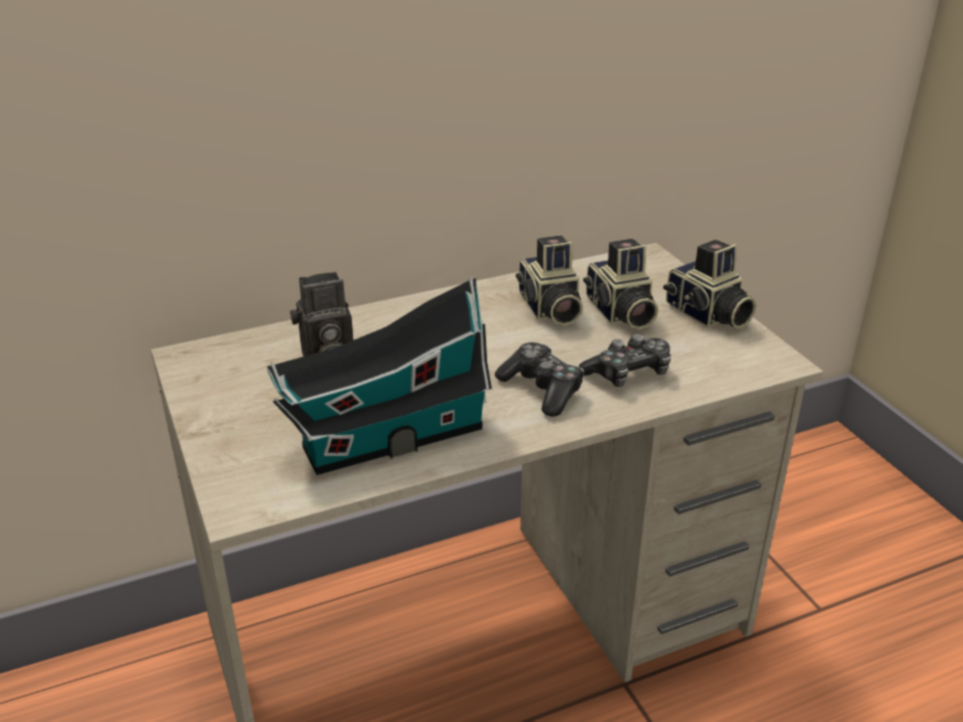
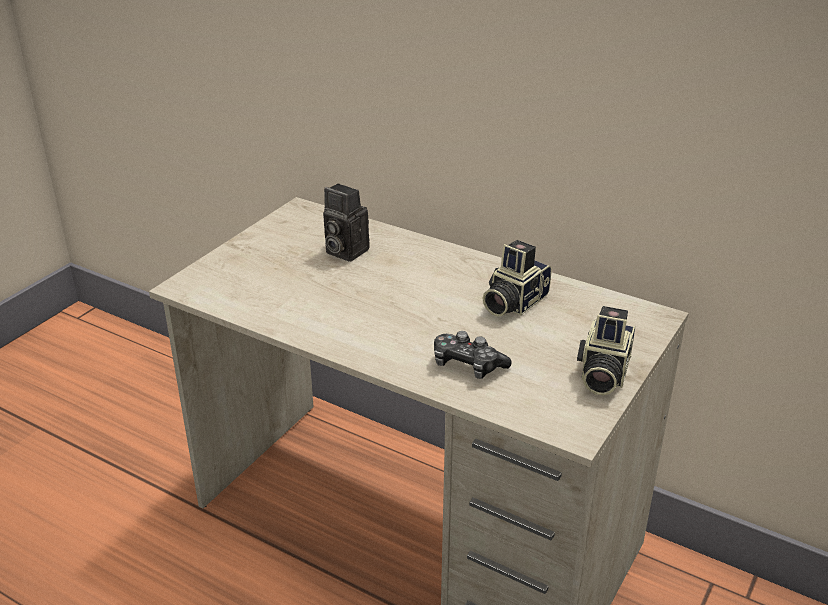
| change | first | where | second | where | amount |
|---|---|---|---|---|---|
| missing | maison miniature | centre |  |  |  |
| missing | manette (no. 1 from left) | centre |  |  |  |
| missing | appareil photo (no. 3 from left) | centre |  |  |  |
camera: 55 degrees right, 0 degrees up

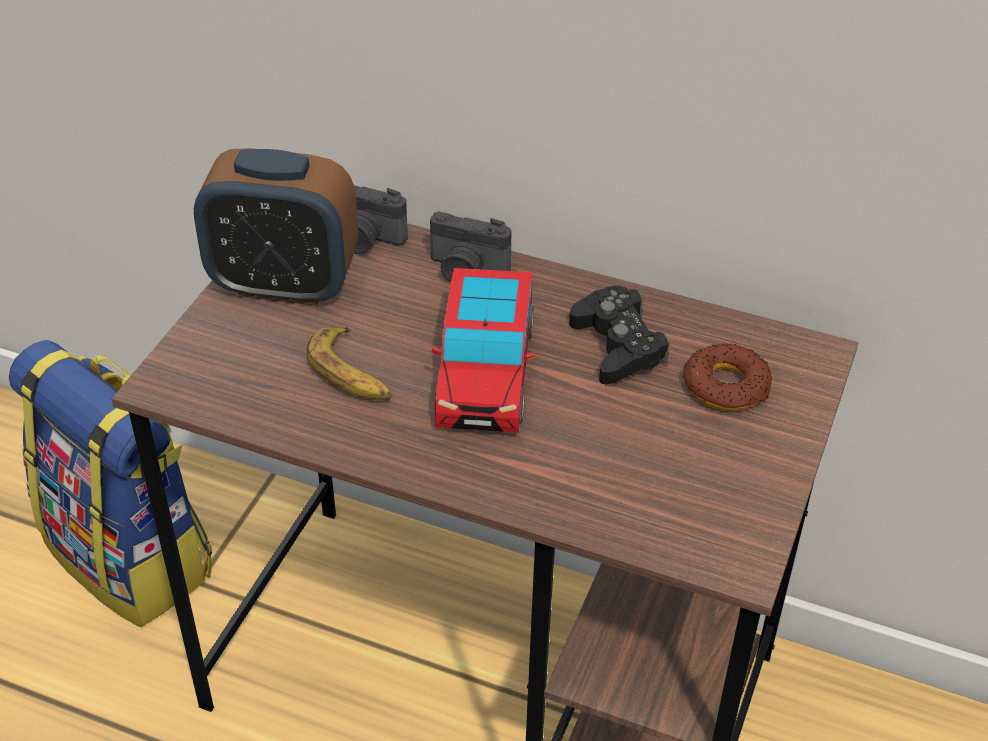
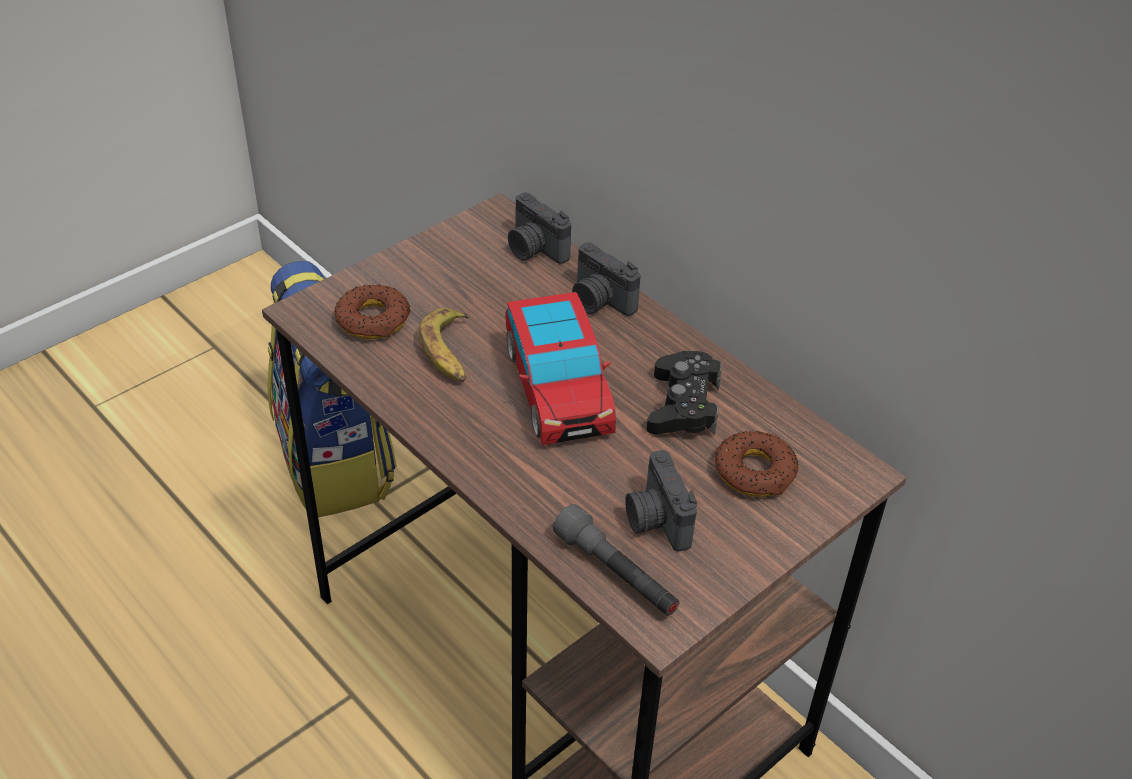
| change | first | where | second | where | amount |
|---|---|---|---|---|---|
| missing | réveil | top left |  |  |  |
| appeared |  |  | beignet (no. 1 from left) | middle left |  |
| appeared |  |  | lampe de poche (gris) | bottom centre |  |
| appeared |  |  | appareil photo (no. 3 from left) | centre |  |
| spun | petite voiture | centre |  | centre | 45 degrees counterclockwise |
camera: 25 degrees right, 0 degrees up

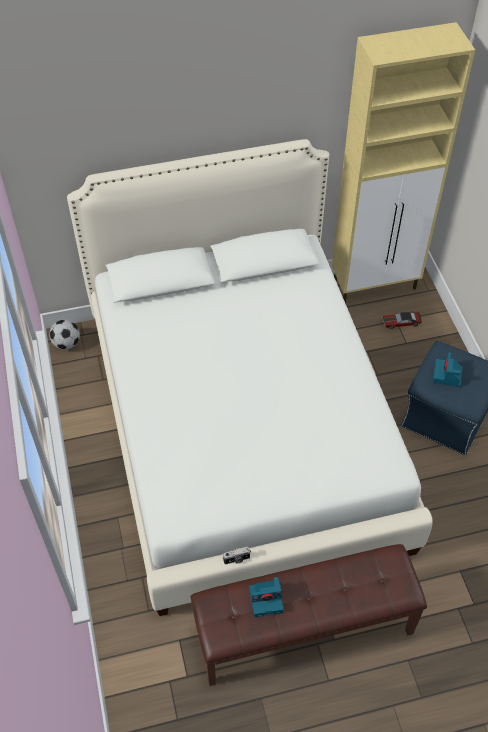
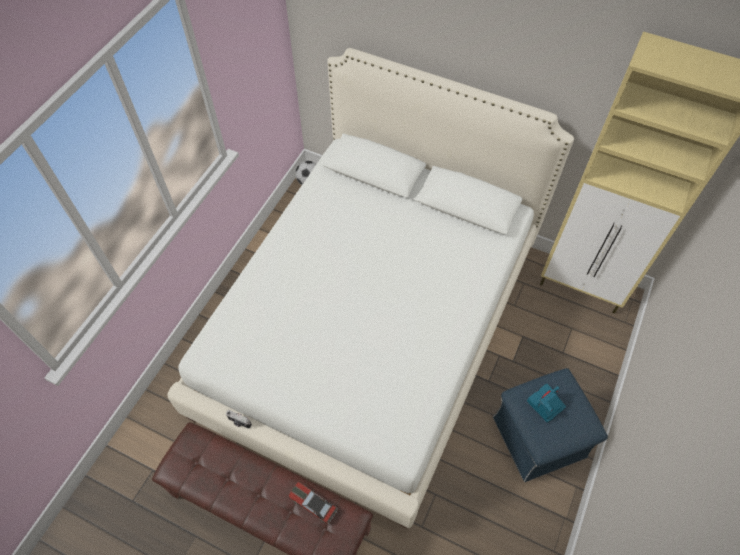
| change | first | where | second | where | amount |
|---|---|---|---|---|---|
| missing | appareil photo (no. 2 from left) | bottom centre |  |  |  |
| relocated | petite voiture | middle right |  | bottom centre |  |
camera: 40 degrees right, 5 degrees up

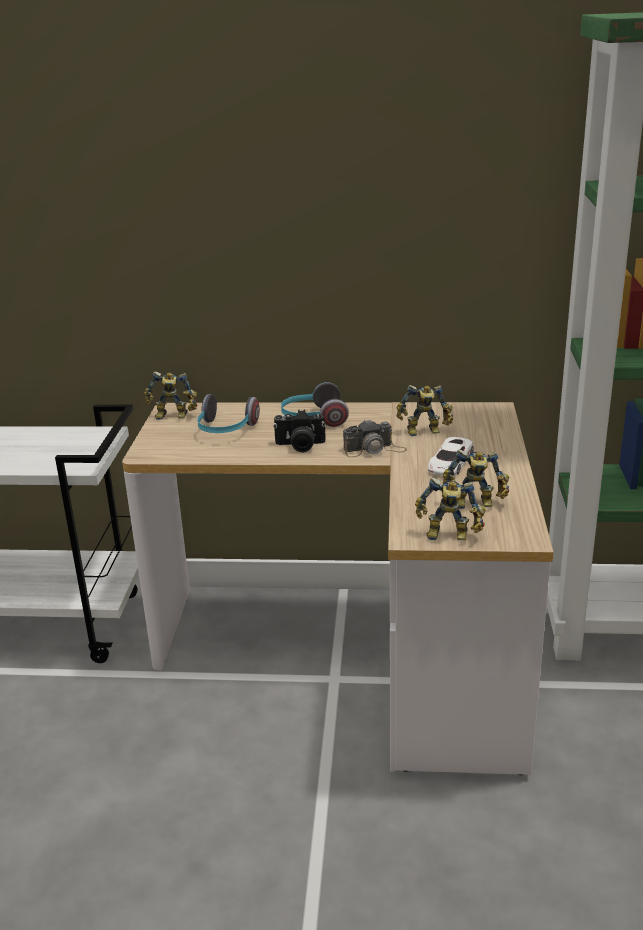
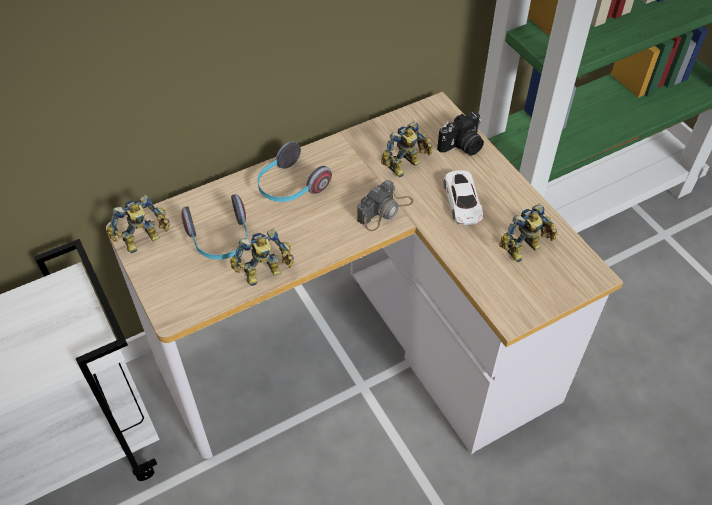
| change | first | where | second | where | amount |
|---|---|---|---|---|---|
| relocated | appareil photo (no. 1 from left in the first image) | centre | appareil photo (no. 2 from left) | top centre |  |
| relocated | robot jouet (no. 3 from left in the first image) | middle right | robot jouet (no. 2 from left) | centre |  |
camera: 35 degrees left, 25 degrees up

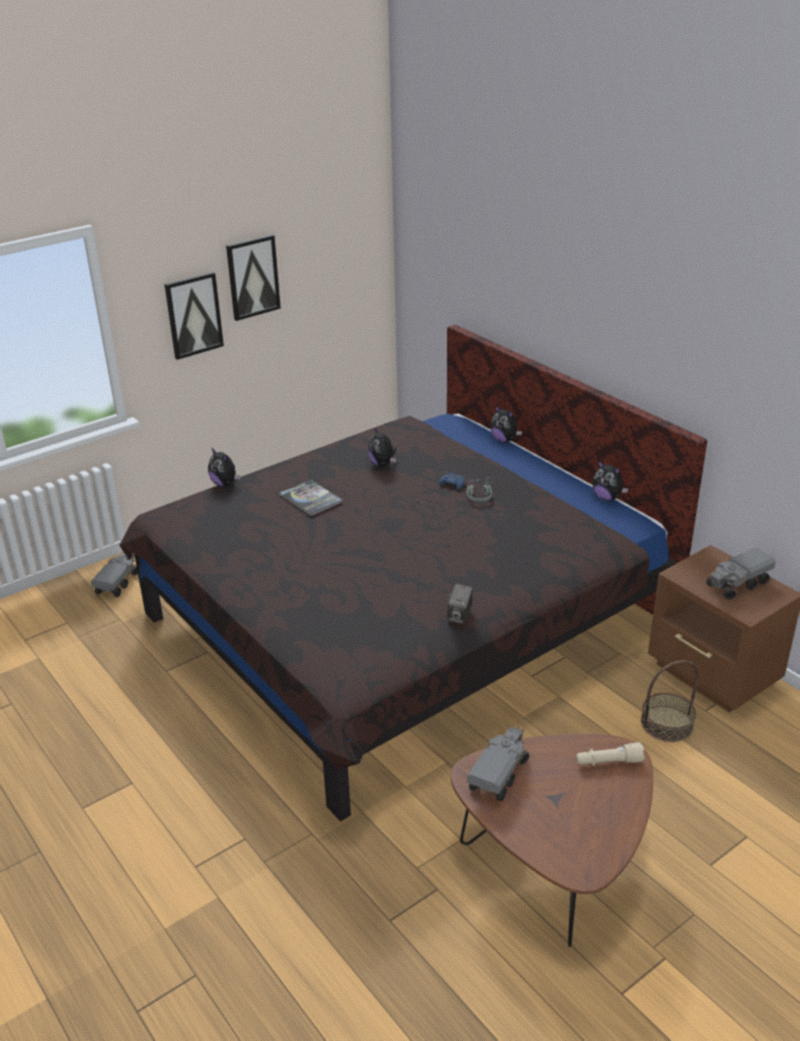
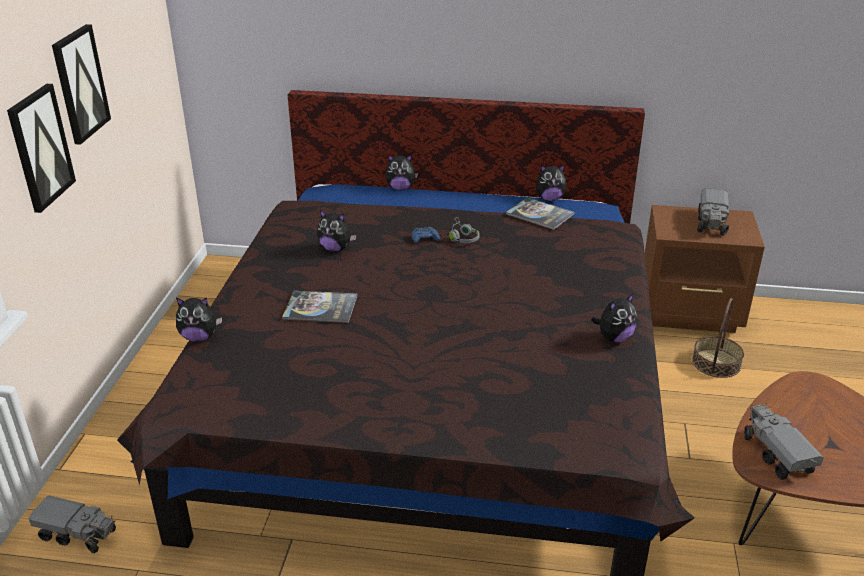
| change | first | where | second | where | amount |
|---|---|---|---|---|---|
| missing | lampe de poche (beige) | bottom right |  |  |  |
| appeared |  |  | livre (no. 2 from left) | centre |  |
| exchanged | appareil photo | centre | peluche (no. 5 from left) | middle right |  |
| spun | camion jouet (no. 1 from left) | middle left |  | bottom left | 135 degrees clockwise |
camera: 45 degrees left, 0 degrees up

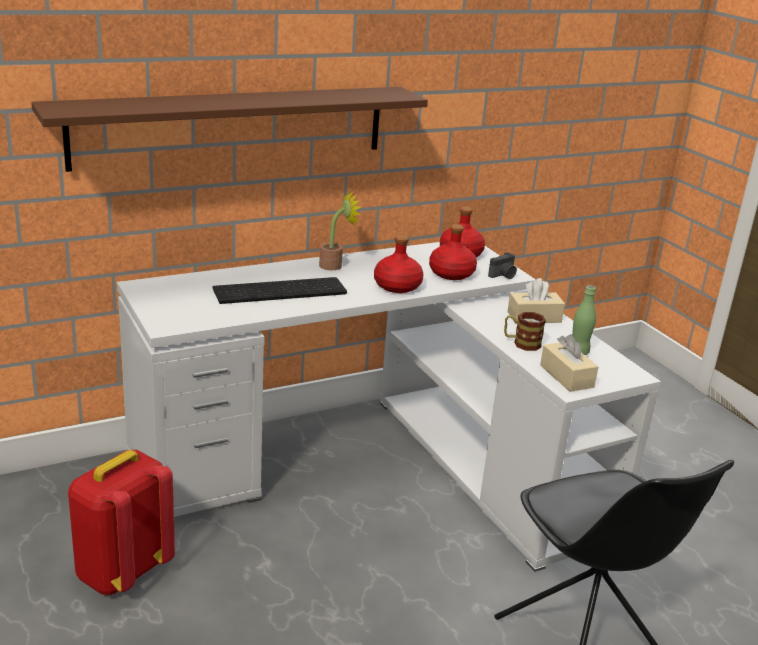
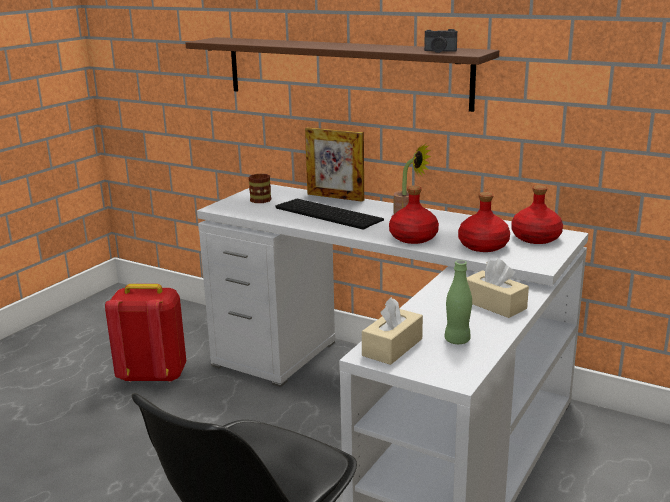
| change | first | where | second | where | amount |
|---|---|---|---|---|---|
| appeared |  |  | cadre photo | top centre |  |
| relocated | appareil photo | centre |  | top centre |  |
| relocated | mug | middle right |  | centre |  |
camera: 60 degrees right, 5 degrees down

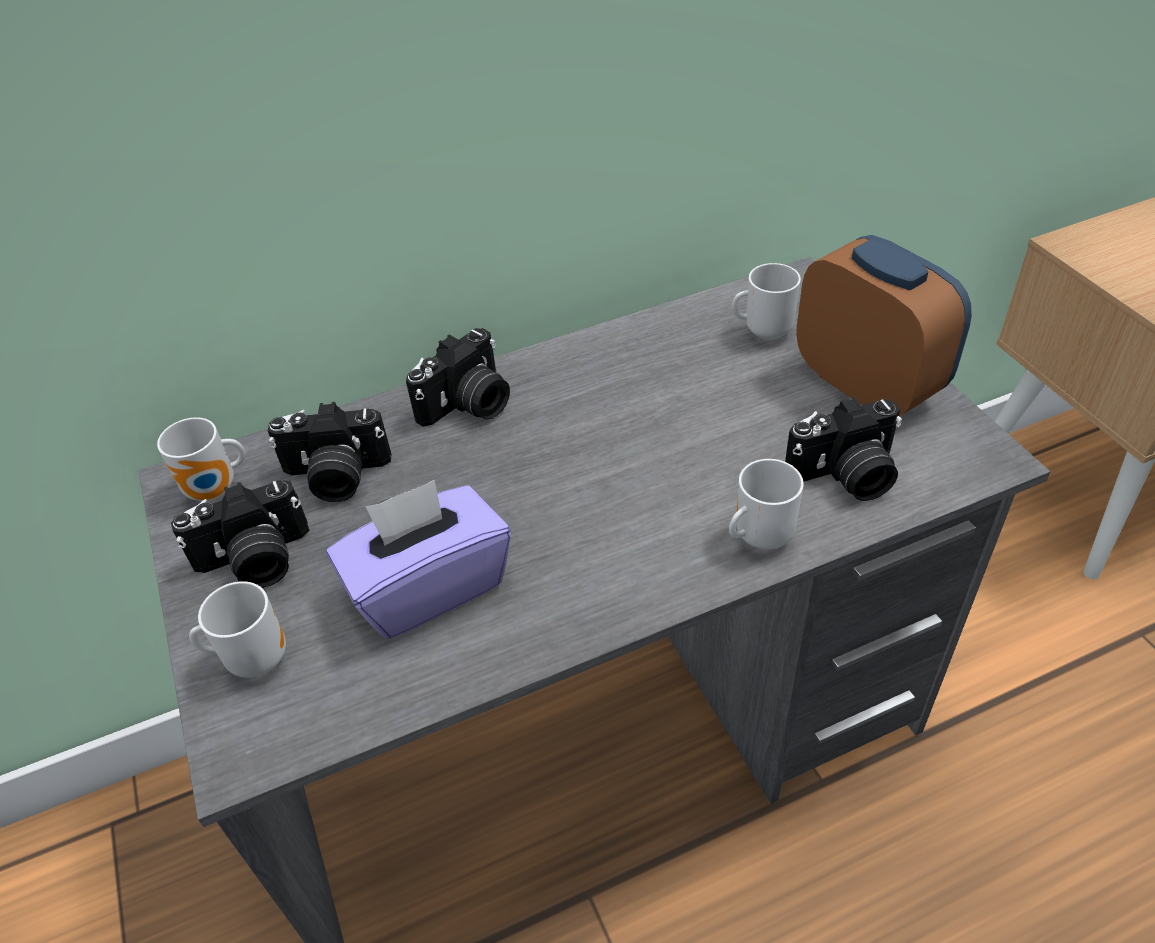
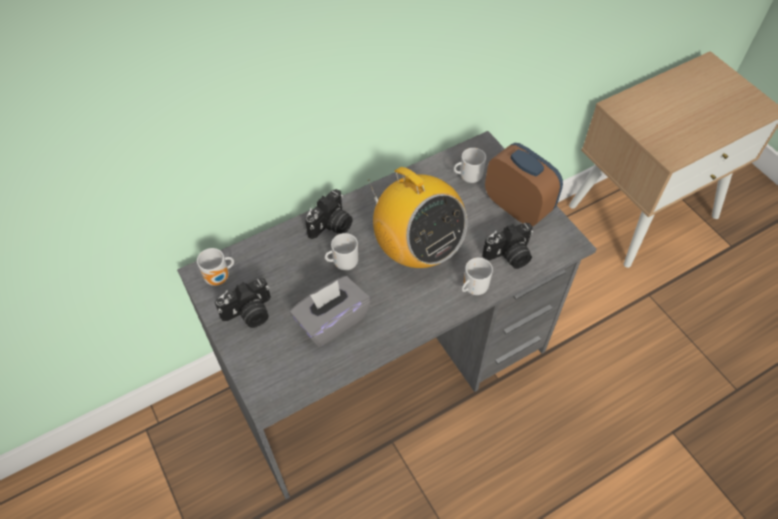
| change | first | where | second | where | amount |
|---|---|---|---|---|---|
| missing | appareil photo (no. 2 from left) | middle left |  |  |  |
| appeared |  |  | radio | centre |  |
| relocated | mug (no. 2 from left) | bottom left |  | centre |  |
| colour | boîte à mouchoirs (violet) | centre | boîte à mouchoirs (gris) | centre |  |
camera: 10 degrees left, 10 degrees up

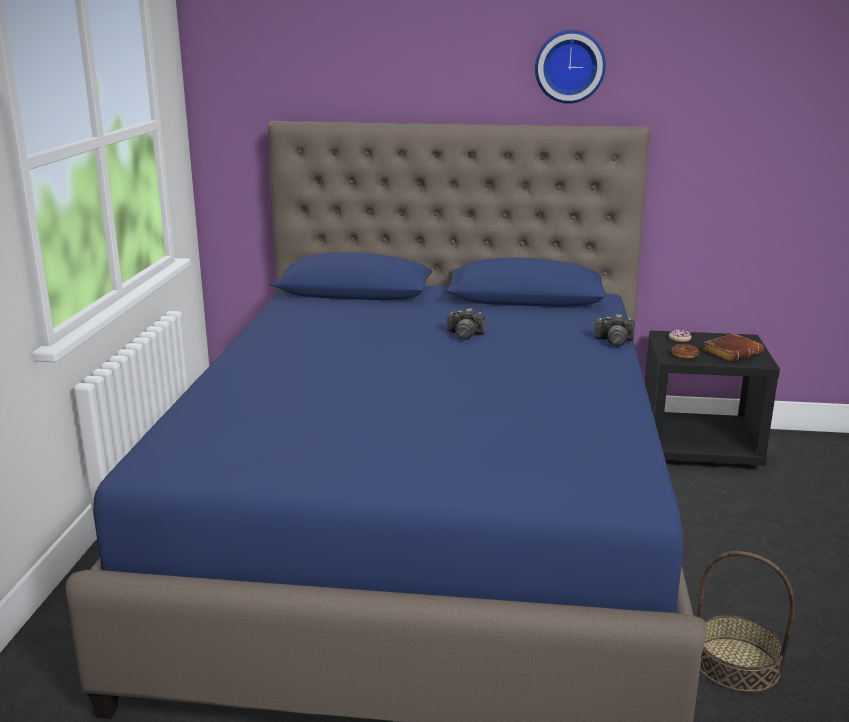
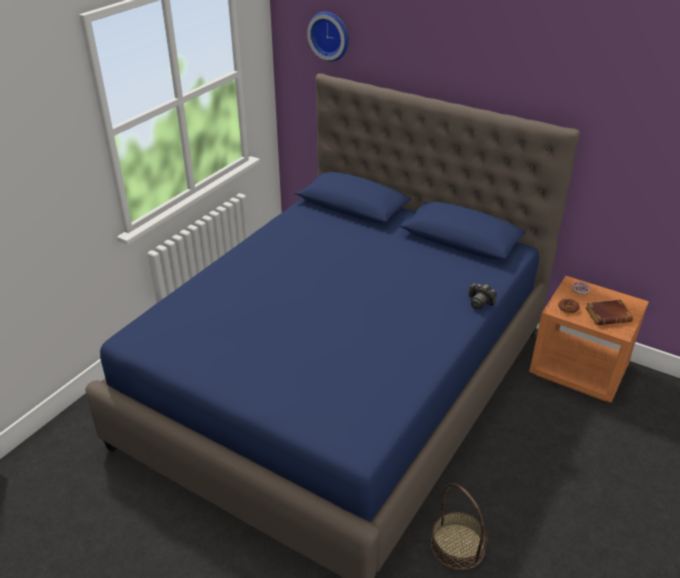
| change | first | where | second | where | amount |
|---|---|---|---|---|---|
| missing | appareil photo (no. 1 from left) | centre |  |  |  |
| relocated | horloge murale | top right |  | top centre |  |
| colour | table de chevet (noir) | middle right | table de chevet (orange) | middle right |  |
camera: 25 degrees right, 15 degrees up

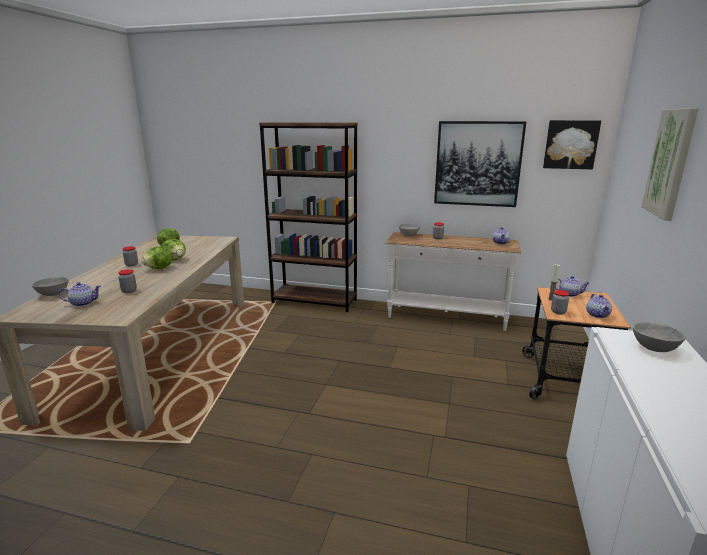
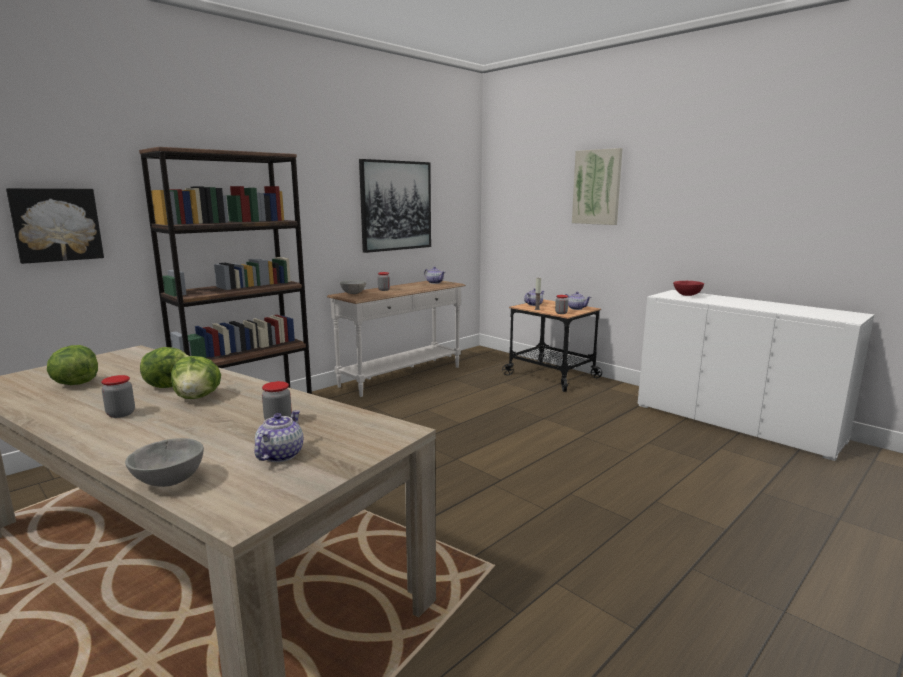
| change | first | where | second | where | amount |
|---|---|---|---|---|---|
| relocated | tableau (no. 2 from left in the first image) | top right | tableau (no. 1 from left) | middle left |  |
| colour | bol (gris) (no. 3 from left) | middle right | bol (rouge) | middle right |  |
camera: 60 degrees left, 5 degrees down

